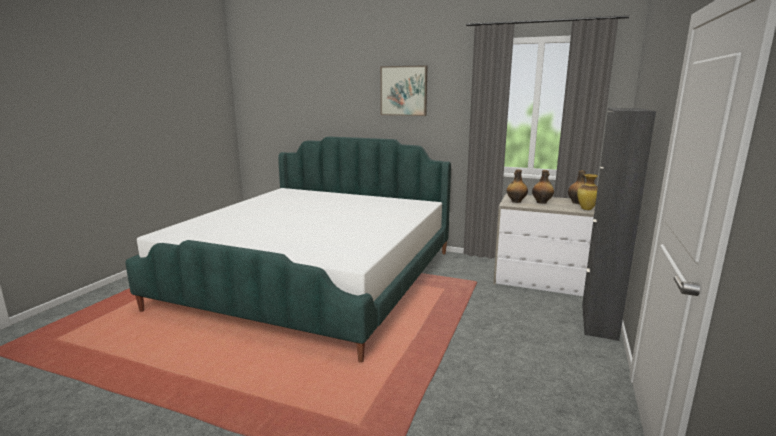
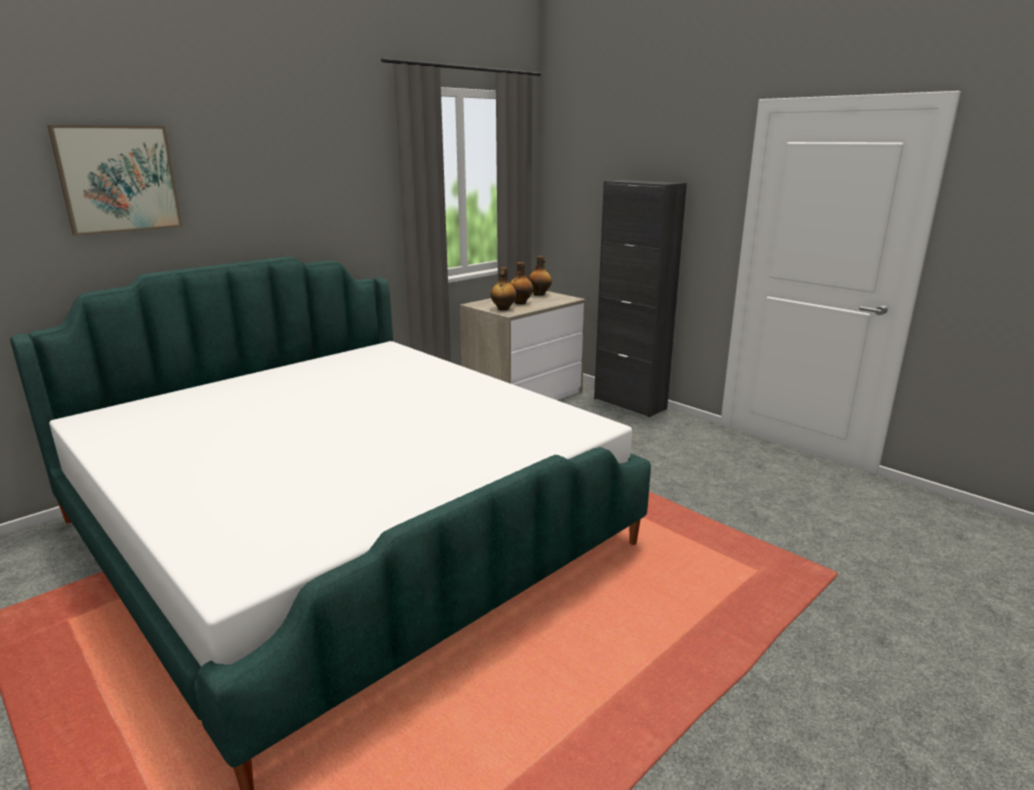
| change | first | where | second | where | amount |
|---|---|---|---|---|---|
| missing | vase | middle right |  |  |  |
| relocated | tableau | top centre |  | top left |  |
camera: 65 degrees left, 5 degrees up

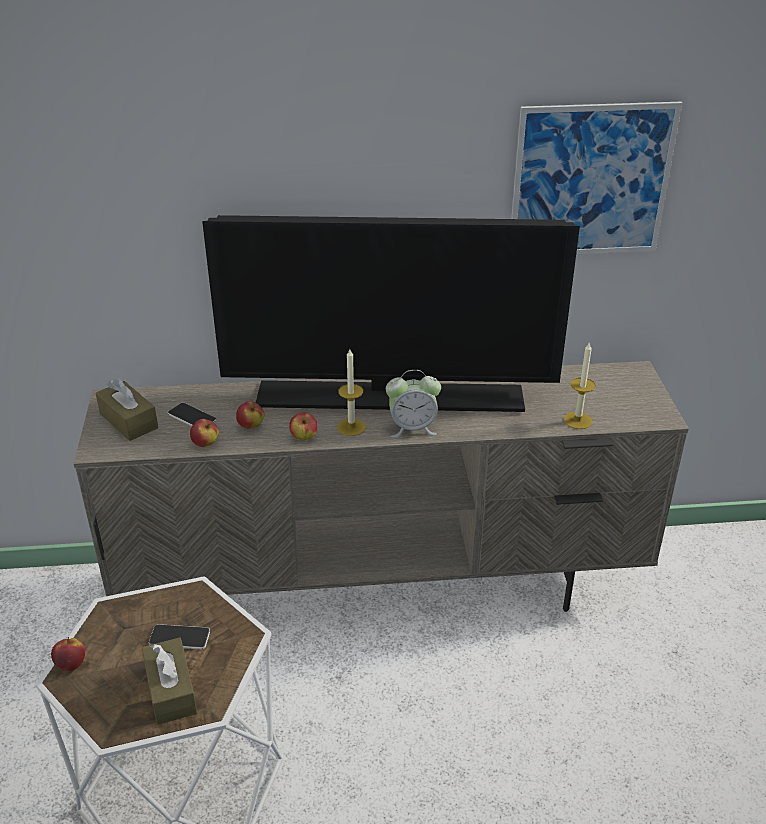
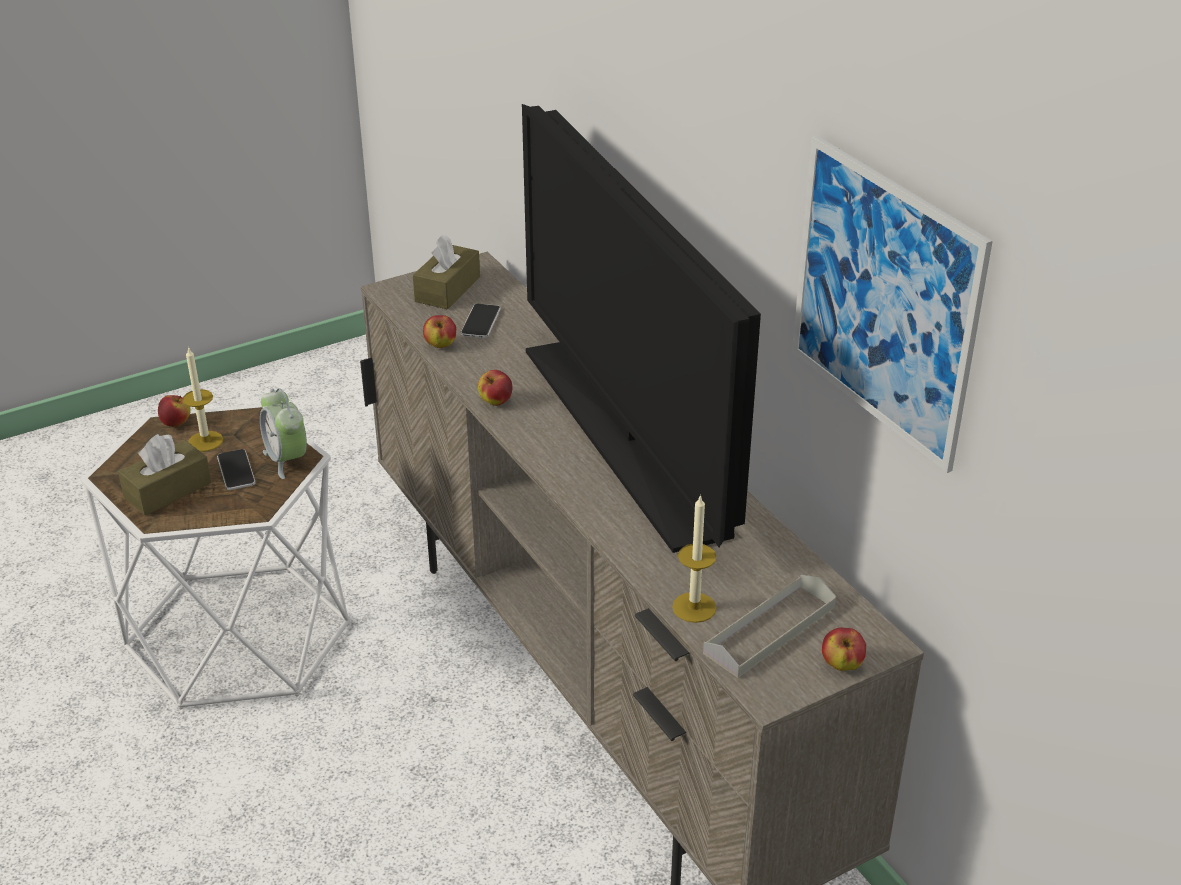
| change | first | where | second | where | amount |
|---|---|---|---|---|---|
| appeared |  |  | plateau (gris) | bottom centre |  |
| relocated | pomme (no. 3 from left in the first image) | middle left | pomme (no. 4 from left) | bottom right |  |
| relocated | bougie (no. 1 from left) | centre |  | middle left |  |
| relocated | réveil | centre |  | middle left |  |
camera: 65 degrees right, 0 degrees up

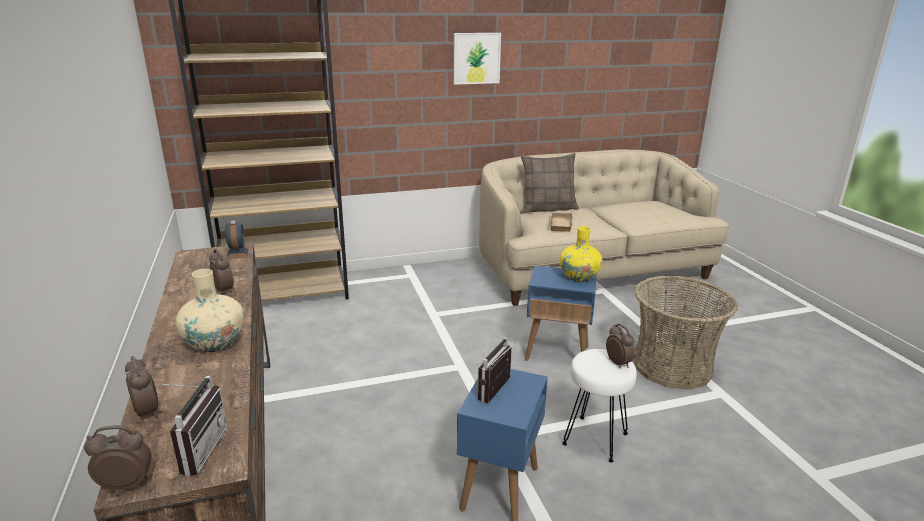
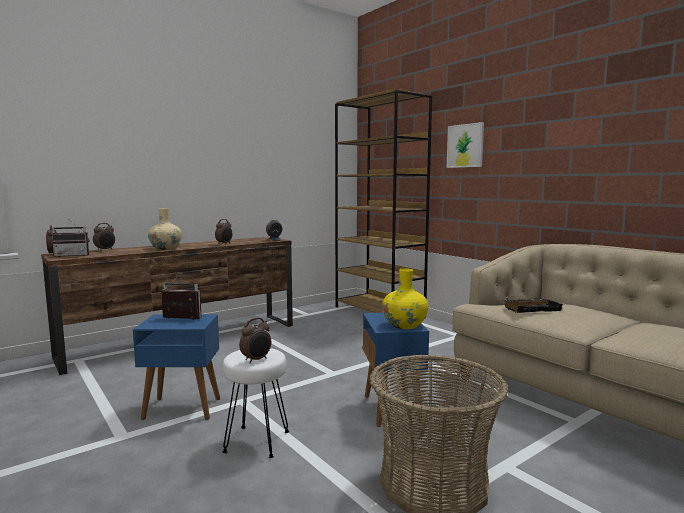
| change | first | where | second | where | amount |
|---|---|---|---|---|---|
| missing | coussin | centre |  |  |  |
| relocated | tableau | top centre |  | top right |  |
| colour | plateau (beige) | centre | plateau (noir) | middle right |  |
camera: 70 degrees right, 15 degrees down

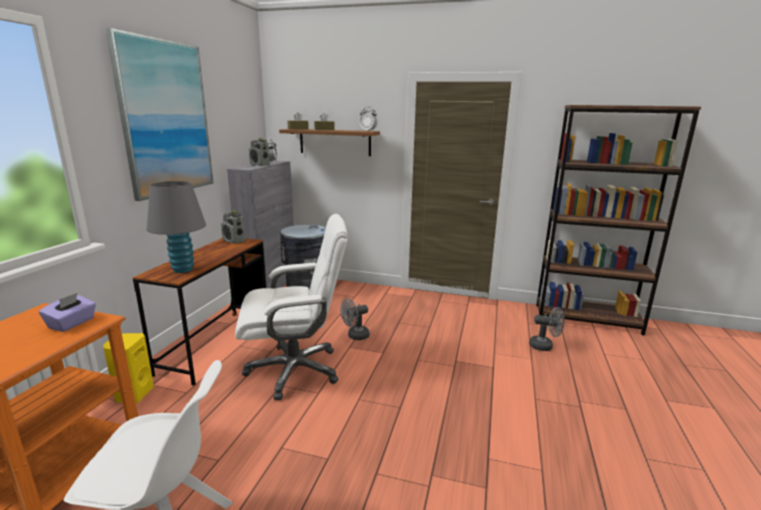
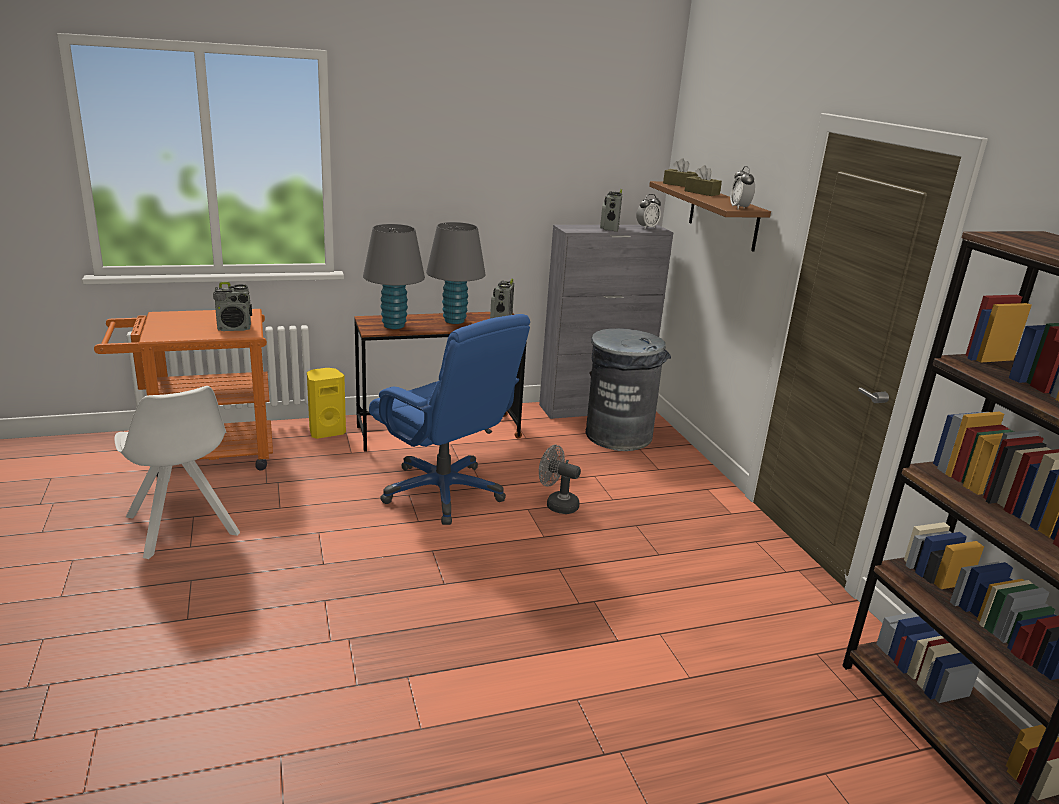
| change | first | where | second | where | amount |
|---|---|---|---|---|---|
| missing | tableau | top left |  |  |  |
| missing | ventilateur (gris) (no. 2 from left) | middle right |  |  |  |
| appeared |  |  | lampe de table (gris) (no. 2 from left) | centre |  |
| exchanged | boîte à mouchoirs (violet) | middle left | radio (no. 1 from left) | middle left |  |
| colour | chaise de bureau (blanc) | centre | chaise de bureau (bleu) | centre |  |
camera: 55 degrees right, 5 degrees up

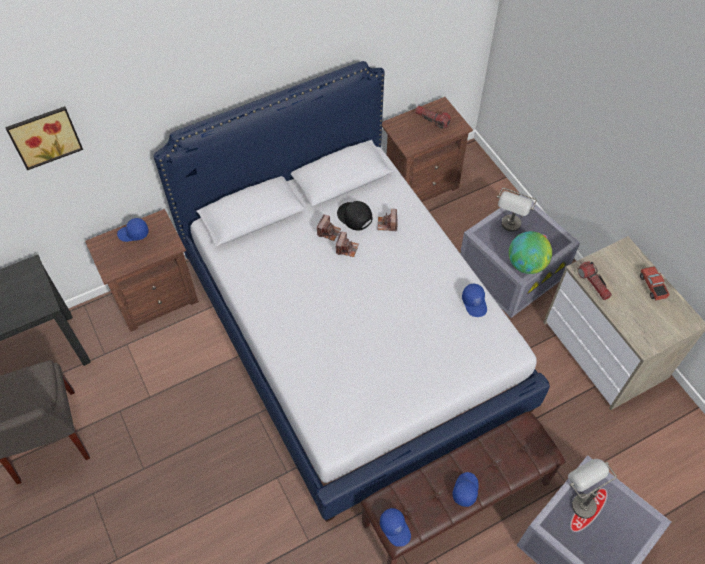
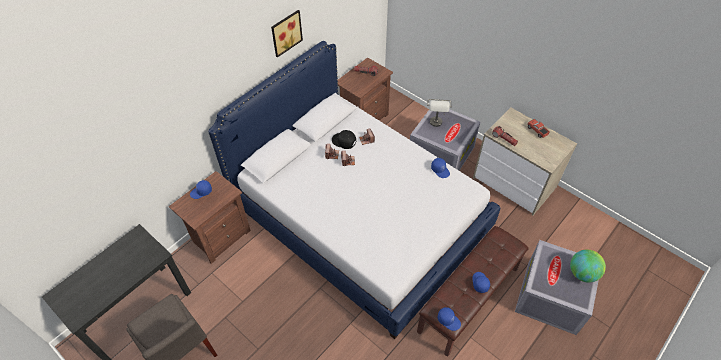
| change | first | where | second | where | amount |
|---|---|---|---|---|---|
| missing | lampe de table (gris) (no. 2 from left) | bottom right |  |  |  |
| relocated | tableau | top left |  | top centre |  |
| relocated | globe | middle right |  | bottom right |  |
camera: 20 degrees left, 5 degrees down

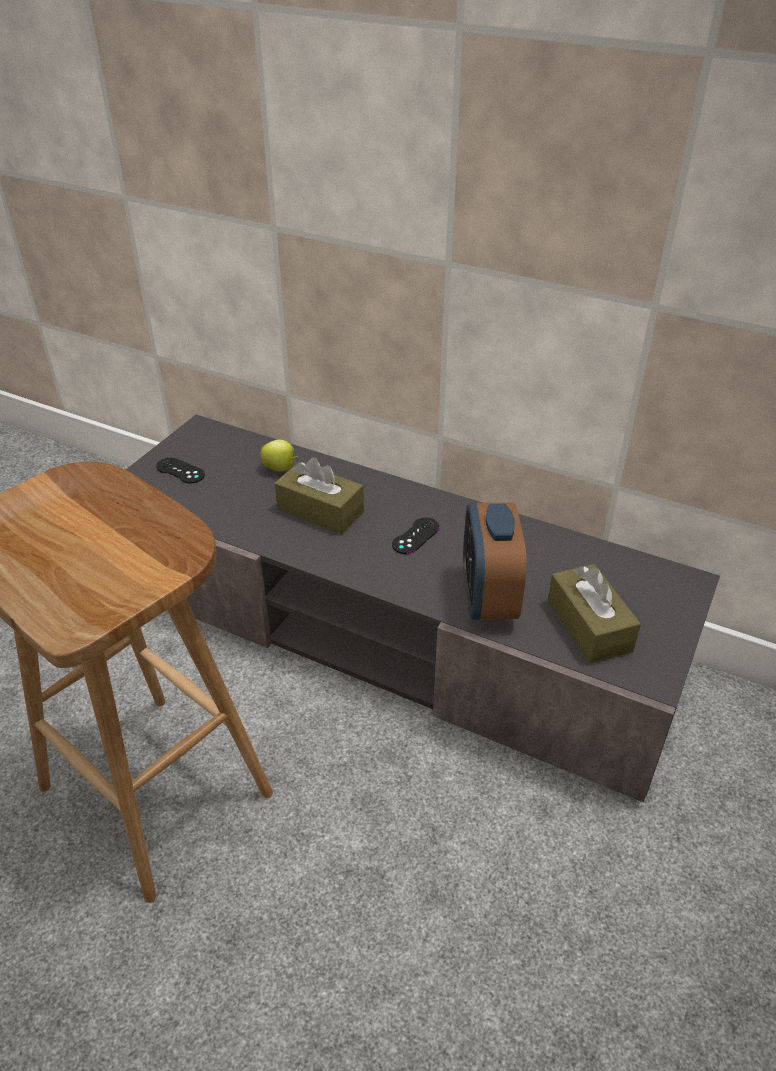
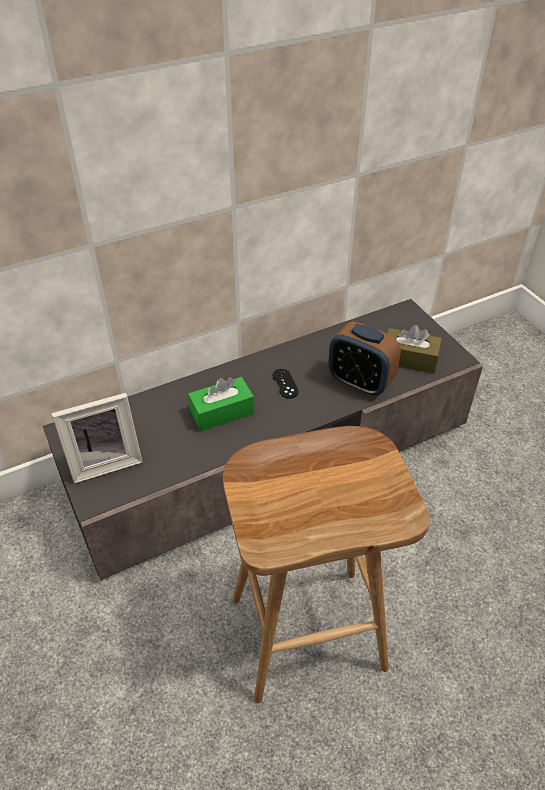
| change | first | where | second | where | amount |
|---|---|---|---|---|---|
| missing | pomme | centre |  |  |  |
| exchanged | manette (noir) (no. 1 from left) | middle left | cadre photo | middle left |  |
| colour | boîte à mouchoirs (marron) (no. 1 from left) | centre | boîte à mouchoirs (vert) | centre |  |
camera: 55 degrees left, 5 degrees up

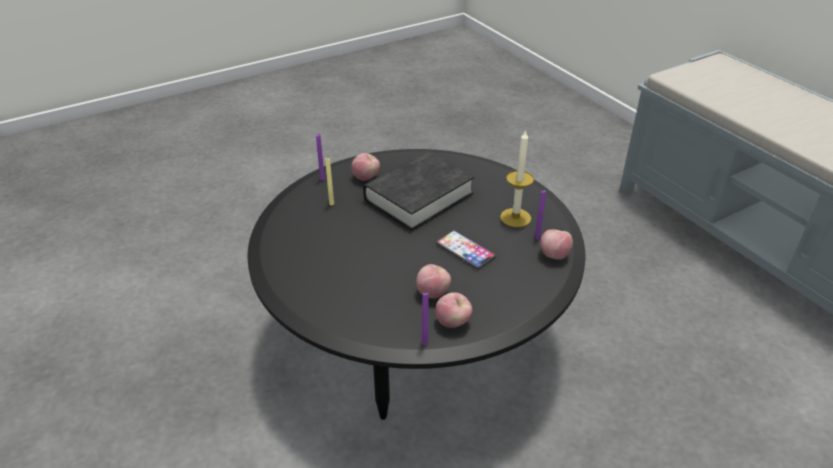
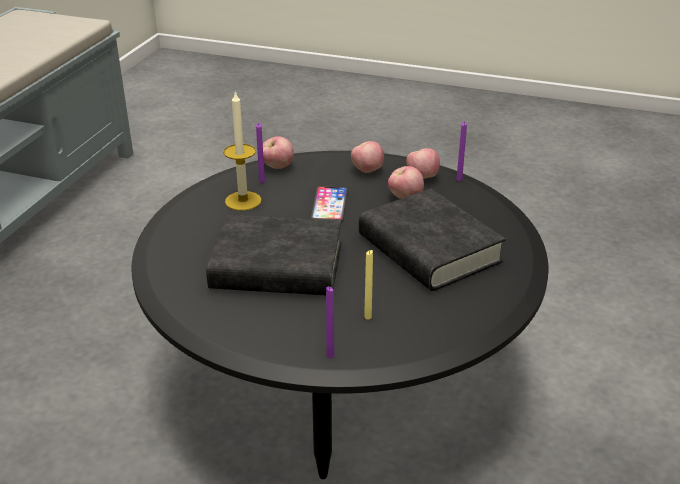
| change | first | where | second | where | amount |
|---|---|---|---|---|---|
| appeared |  |  | livre (noir) (no. 2 from left) | centre |  |
| relocated | pomme (no. 1 from left in the first image) | centre | pomme (no. 2 from left) | top centre |  |
camera: 130 degrees left, 5 degrees down

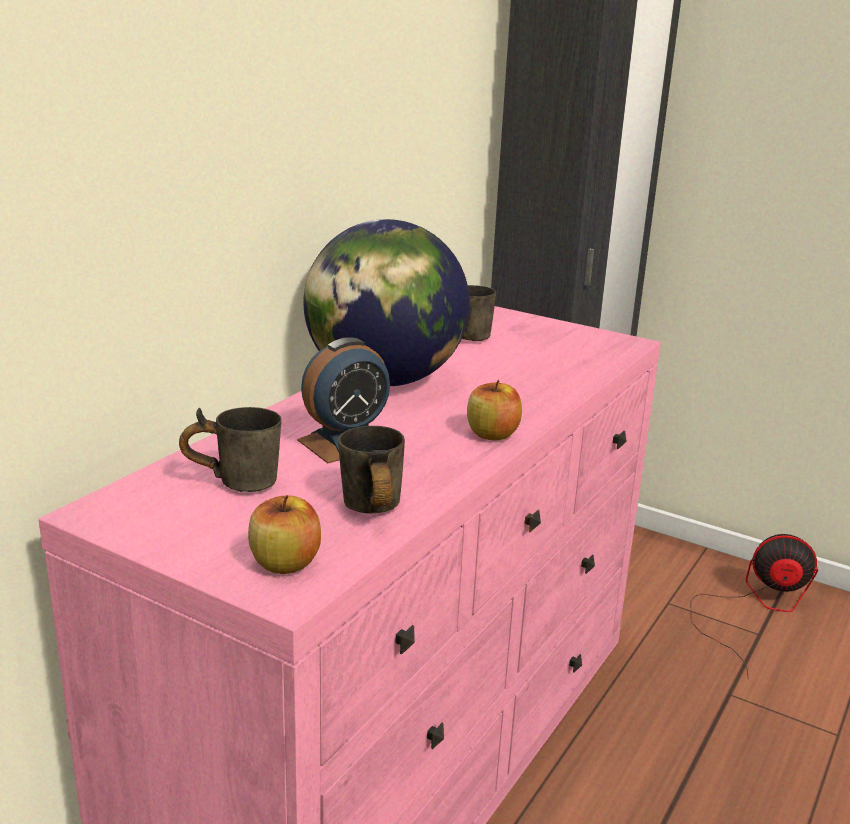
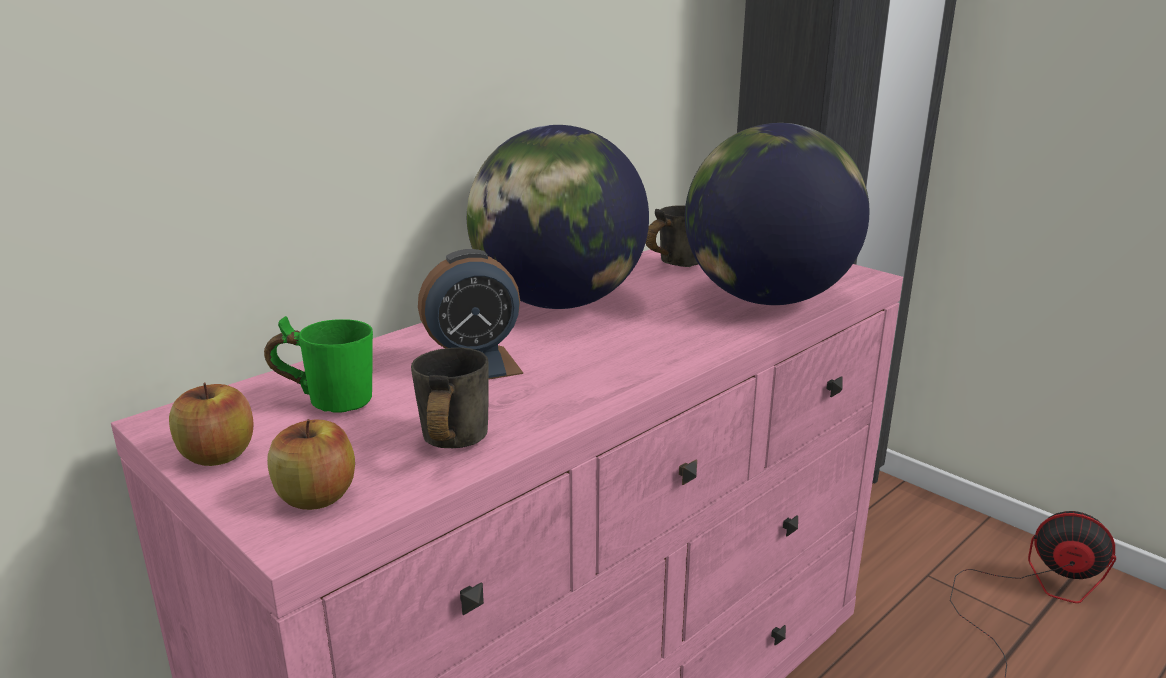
| change | first | where | second | where | amount |
|---|---|---|---|---|---|
| appeared |  |  | globe (no. 2 from left) | top centre |  |
| relocated | pomme (no. 2 from left in the first image) | centre | pomme (no. 1 from left) | middle left |  |
| colour | mug (gris) (no. 1 from left) | middle left | mug (vert) | middle left |  |
camera: 15 degrees right, 0 degrees up

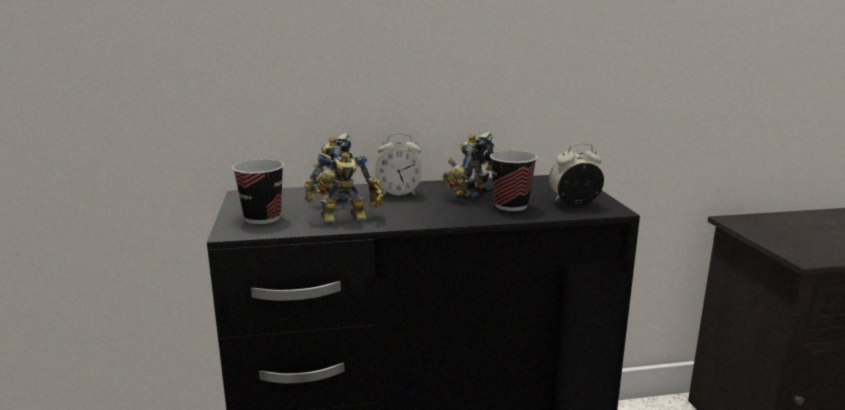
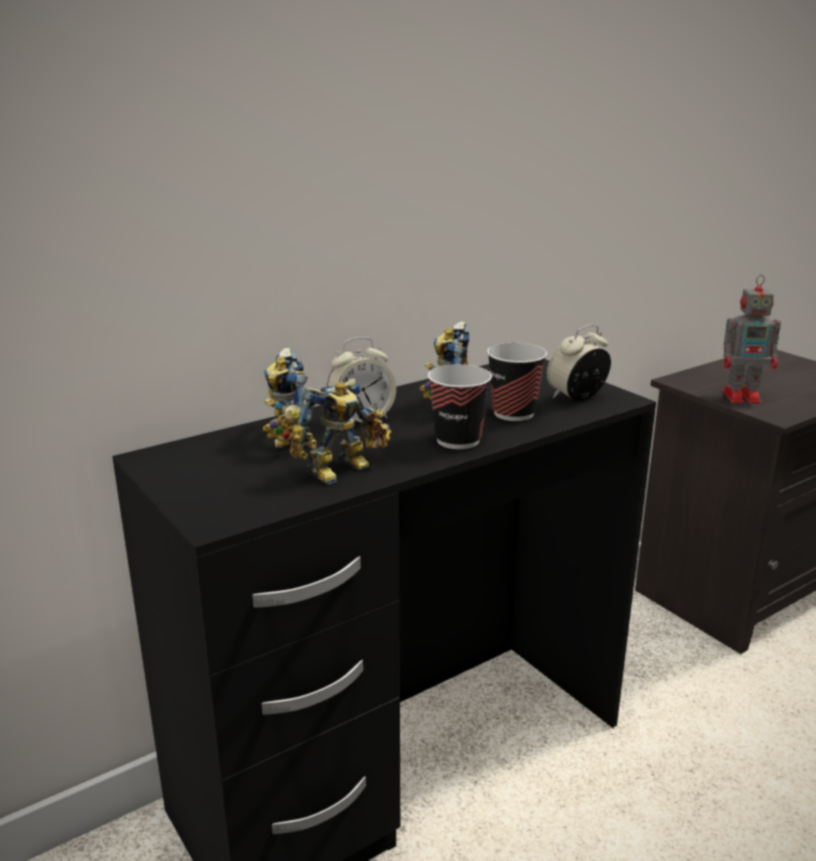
| change | first | where | second | where | amount |
|---|---|---|---|---|---|
| appeared |  |  | robot jouet (no. 4 from left) | middle right |  |
| relocated | tasse (no. 1 from left) | middle left |  | centre |  |
camera: 25 degrees left, 5 degrees up

